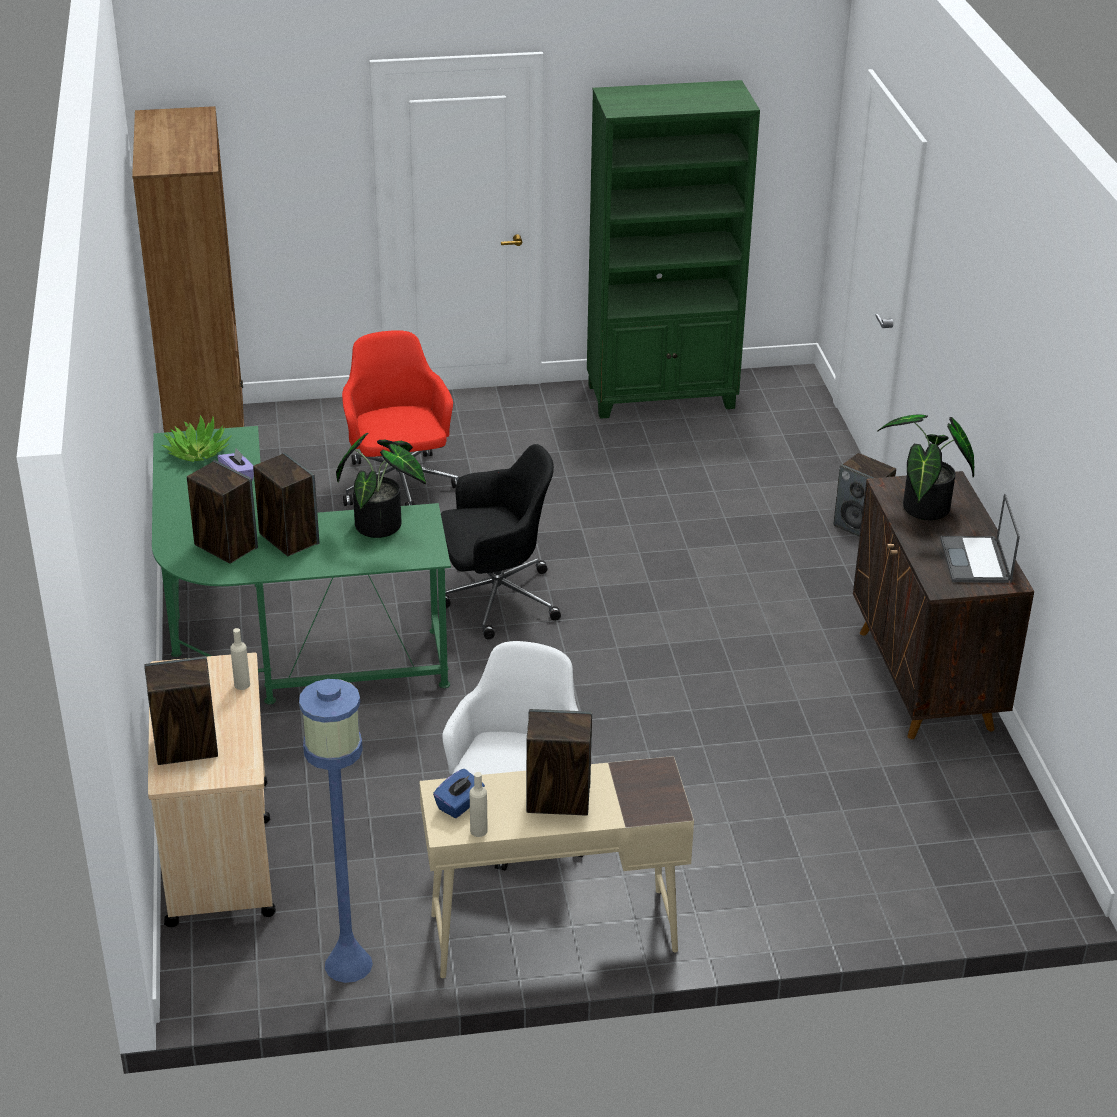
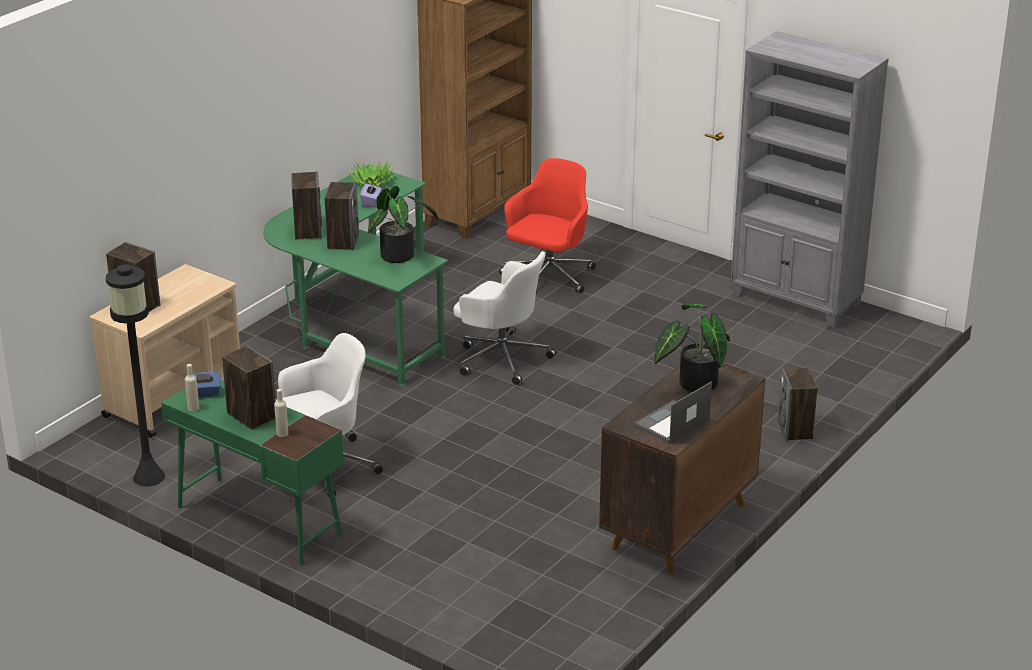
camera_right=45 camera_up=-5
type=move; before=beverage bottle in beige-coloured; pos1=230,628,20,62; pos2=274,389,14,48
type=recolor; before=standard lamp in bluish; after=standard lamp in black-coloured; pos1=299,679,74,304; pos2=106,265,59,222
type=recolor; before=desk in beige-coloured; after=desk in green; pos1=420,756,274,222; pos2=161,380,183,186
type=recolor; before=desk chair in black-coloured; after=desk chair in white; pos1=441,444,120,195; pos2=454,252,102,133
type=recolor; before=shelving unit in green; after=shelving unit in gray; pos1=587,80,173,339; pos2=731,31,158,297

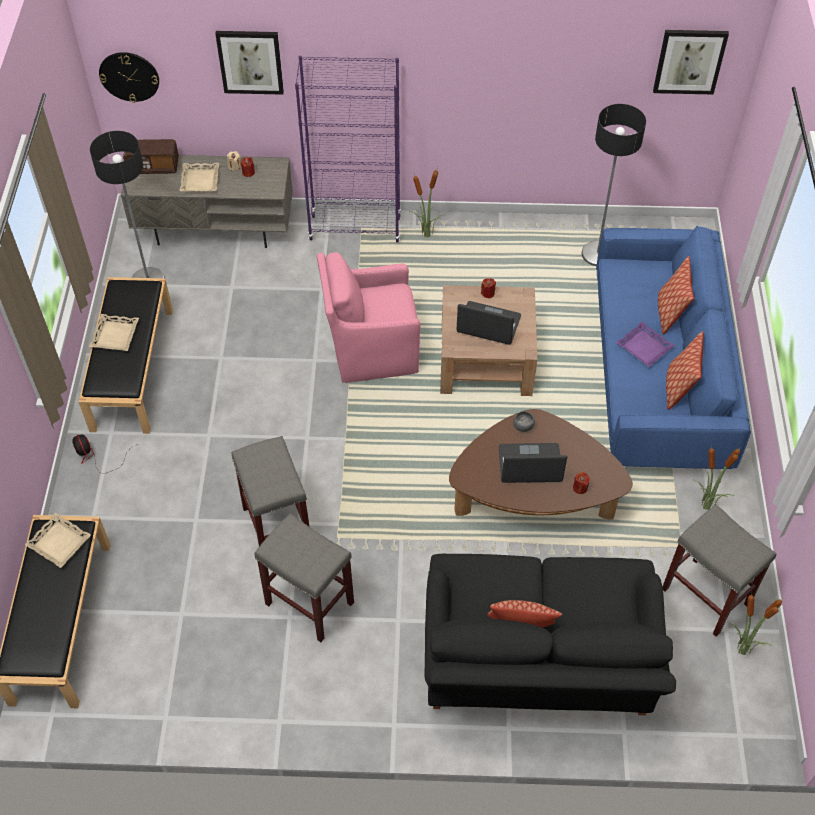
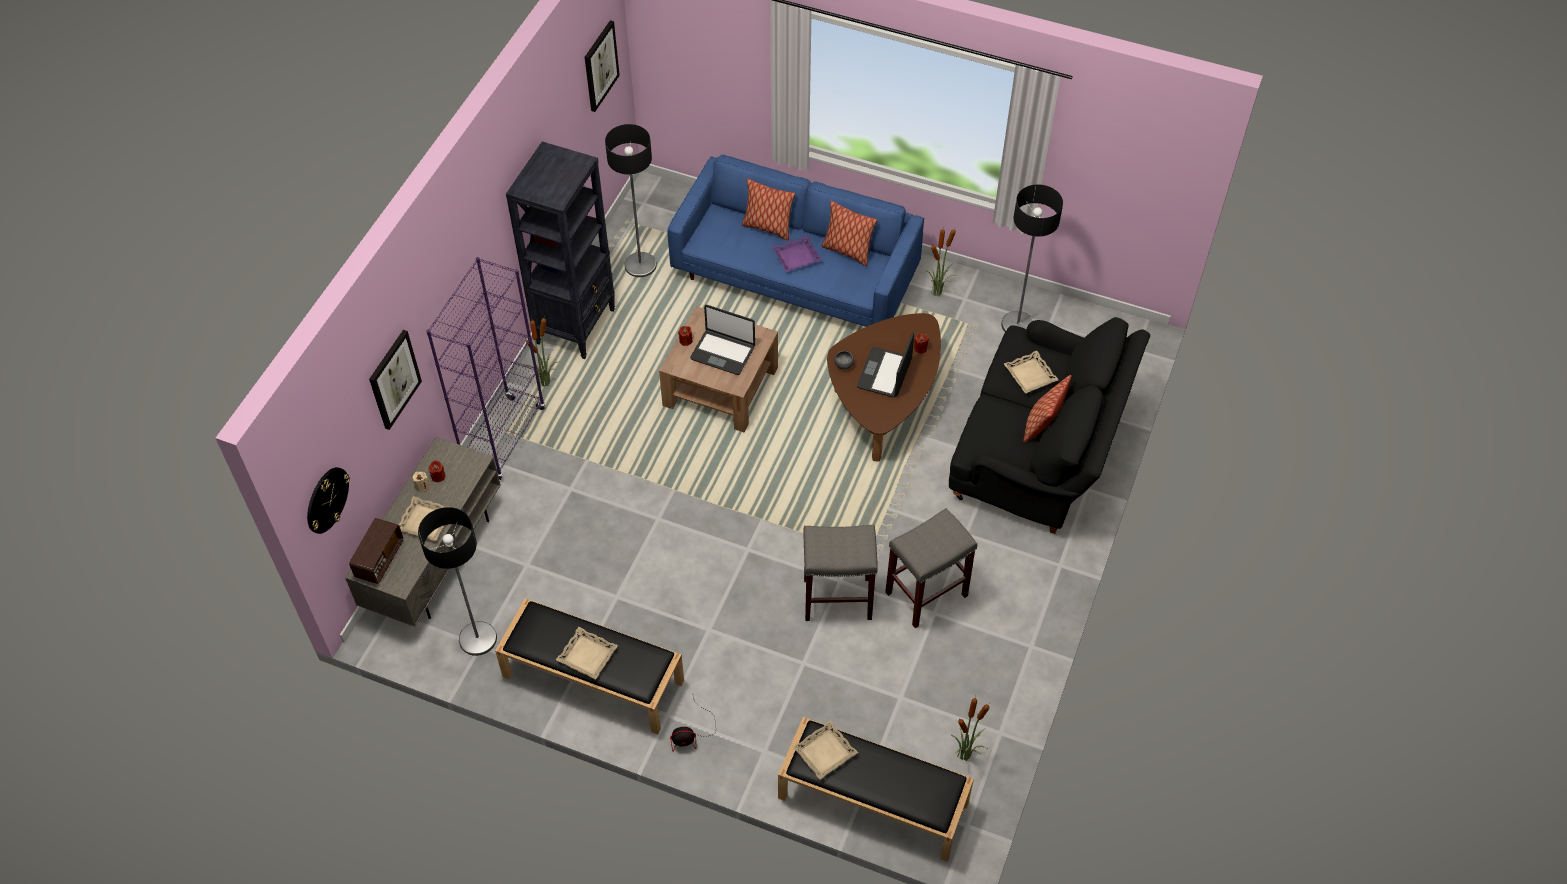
camera_right=-70 camera_up=0
type=delete; before=lounge chair in pink; pos1=317,252,103,131
type=insert; after=shelving unit in black-coloured; pos2=506,142,109,217
type=insert; after=serving tray in beige-coloured; pos2=1004,351,55,43
type=move; before=potted plant; pos1=729,591,56,64; pos2=951,696,38,65
type=replace; before=sitting stool in gray; after=standard lamp; pos1=663,504,113,133; pos2=1001,184,62,148
type=rotate; before=laptop; pos1=457,301,64,44; pos2=690,305,65,70; turn=-105

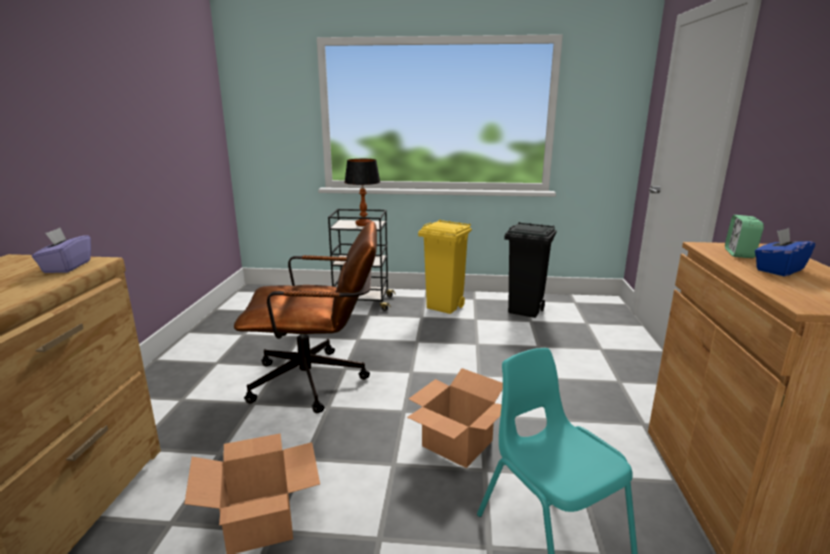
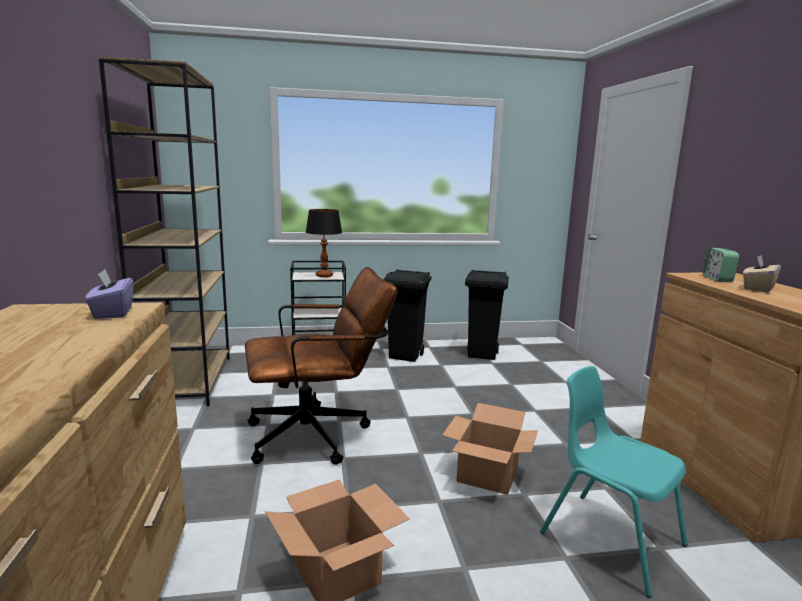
camera_right=-15 camera_up=-5
type=insert; after=shelving unit in brownish; pos2=99,57,131,349
type=recolor; before=waste bin in yellow-coloured; after=waste bin in black-coloured; pos1=418,219,54,95; pos2=383,269,49,93
type=recolor; before=tissue box in bluish; after=tissue box in beige-coloured; pos1=755,228,60,48; pos2=743,255,38,37

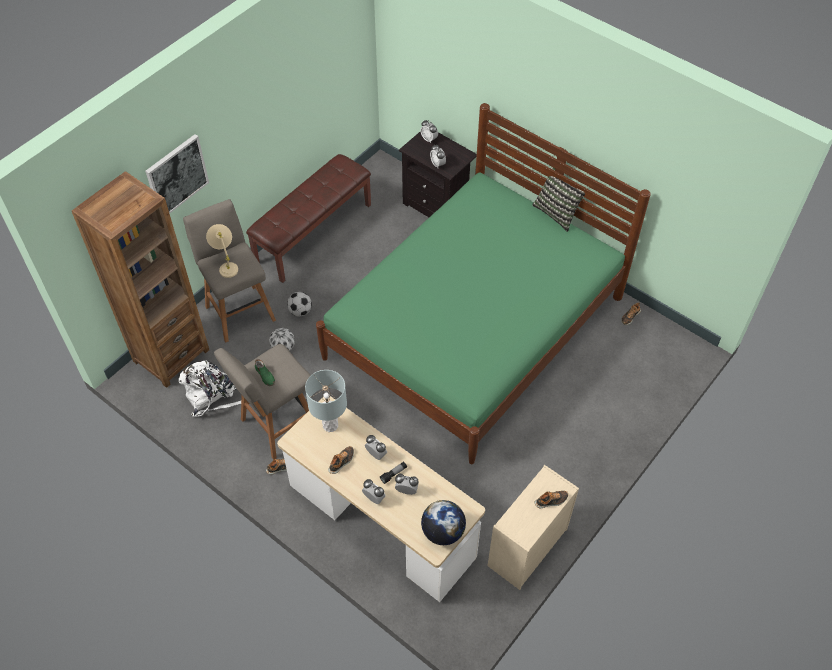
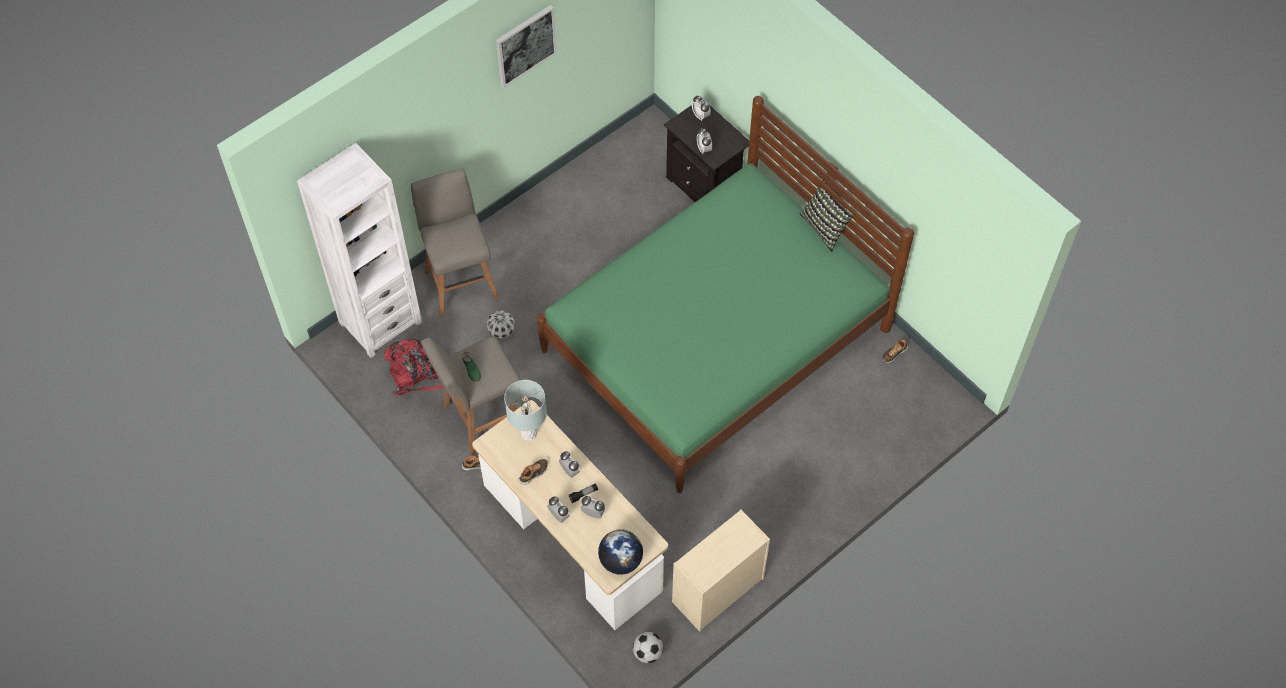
camera_right=10 camera_up=5
type=delete; before=tabletop lamp in beige-coloured; pos1=206,224,32,54
type=delete; before=indoor bench in brownish; pos1=246,154,125,129
type=delete; before=low shoe; pos1=535,491,33,17
type=move; before=wall art; pos1=145,134,64,80; pos2=496,5,61,82
type=move; before=football ball; pos1=287,292,25,24; pos2=633,632,30,31
type=recolor; before=shelving unit in brownish; after=shelving unit in white; pos1=72,171,137,217; pos2=297,143,125,215
type=recolor; before=knapsack in white; after=knapsack in red; pos1=179,360,62,57; pos2=384,339,60,57

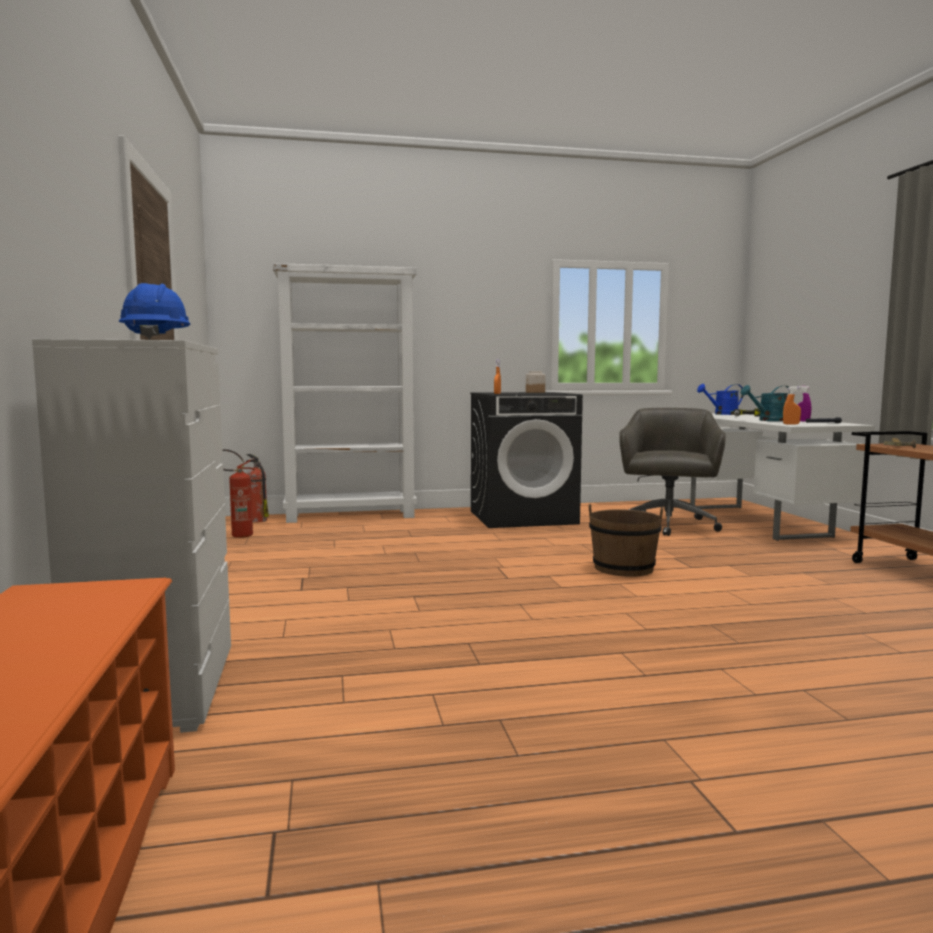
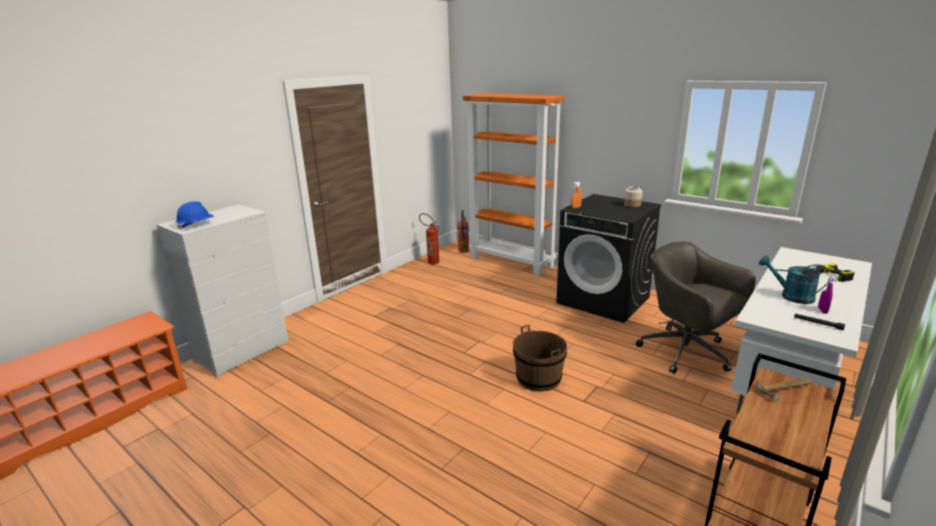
camera_right=50 camera_up=15
type=delete; before=watering pot in bluish; pos1=697,384,46,31
type=delete; before=sprayer in orange; pos1=783,386,18,38
type=recolor; before=shelving unit in white; after=shelving unit in orange; pos1=273,263,144,260; pos2=463,93,102,183
type=rotate; before=desk chair in gray; pos1=619,408,107,128; pos2=636,242,120,132; turn=-105

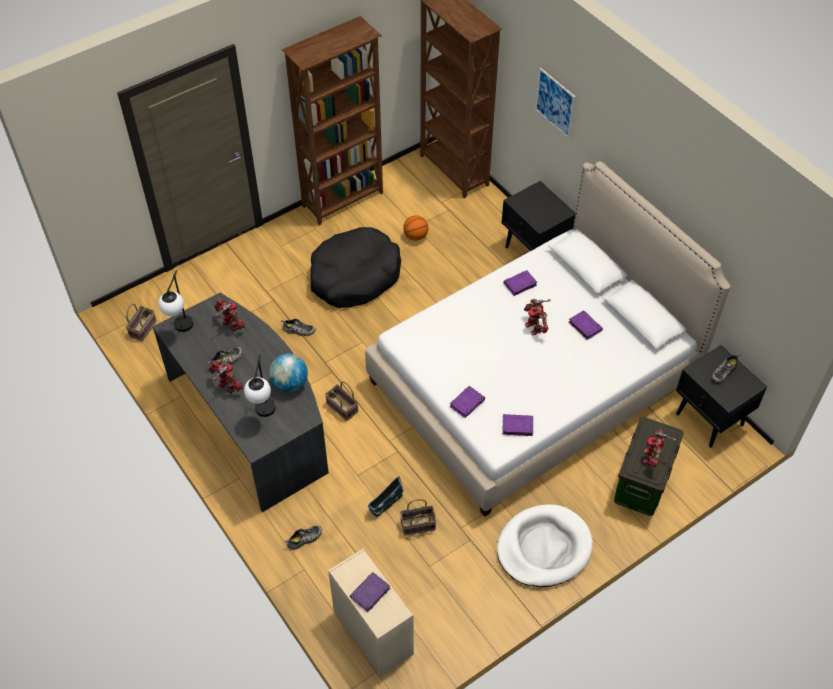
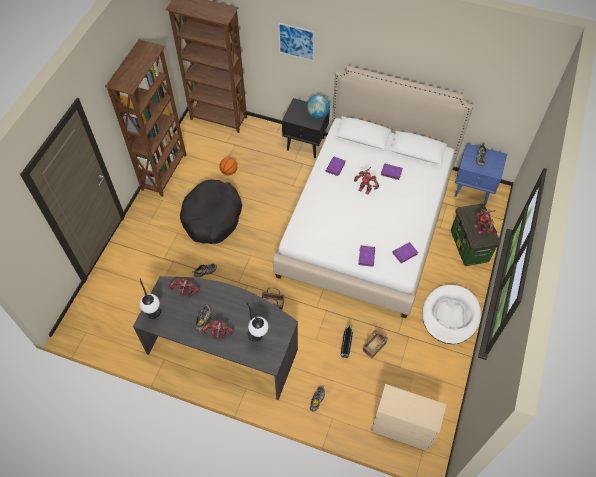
camera_right=-35 camera_up=5
type=delete; before=household basket; pos1=126,304,31,37
type=delete; before=volume in purplish; pos1=350,572,40,40
type=move; before=globe; pos1=269,353,39,39; pos2=307,95,23,23
type=recolor; before=night table in black-coloured; after=night table in bluish; pos1=676,345,91,103; pos2=454,143,53,62

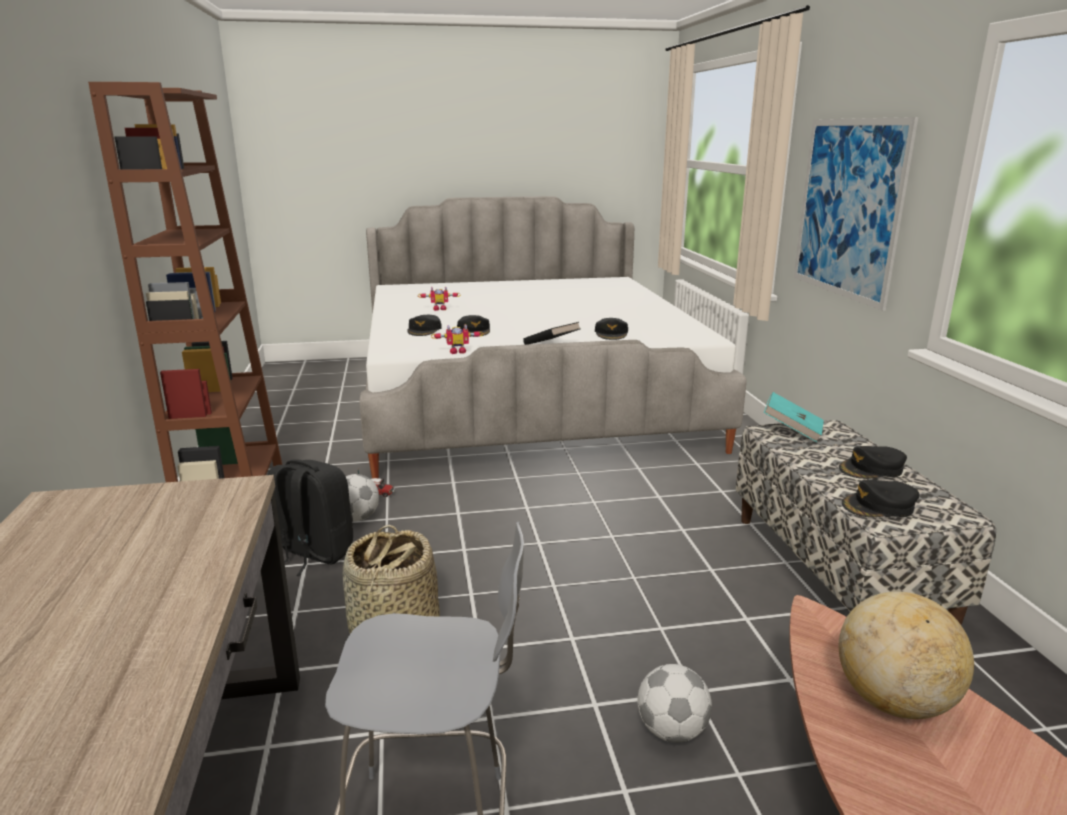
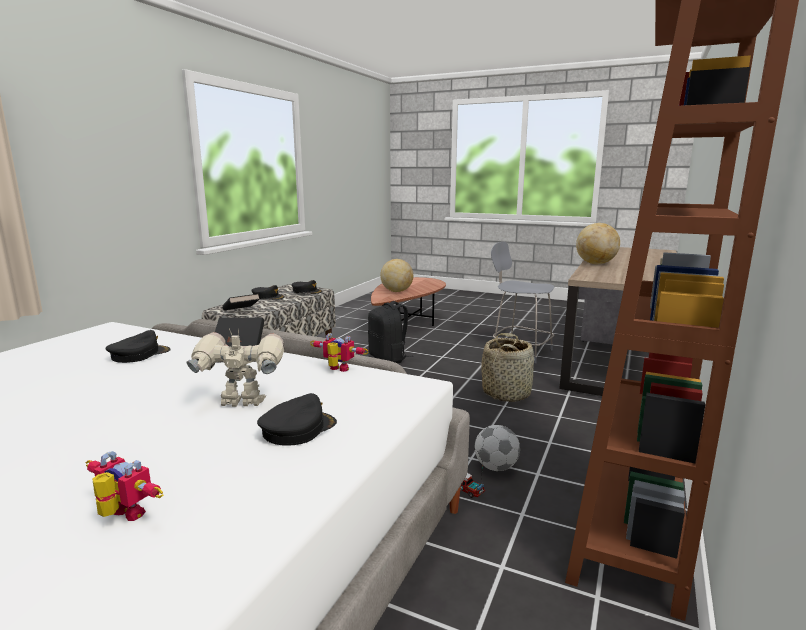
camera_right=-145 camera_up=-5
type=delete; before=football ball; pos1=637,664,75,79
type=delete; before=wall art; pos1=793,117,125,194
type=insert; after=globe; pos2=576,223,44,41
type=move; before=knapsack in black-coloured; pos1=268,459,85,117; pos2=368,301,43,62
type=replace; before=peaked cap in black-coloured; after=model robot; pos1=457,315,33,22; pos2=187,328,98,79
type=recolor; before=volume in blue-green; after=volume in black-coloured; pos1=764,392,60,50; pos2=222,294,38,16

